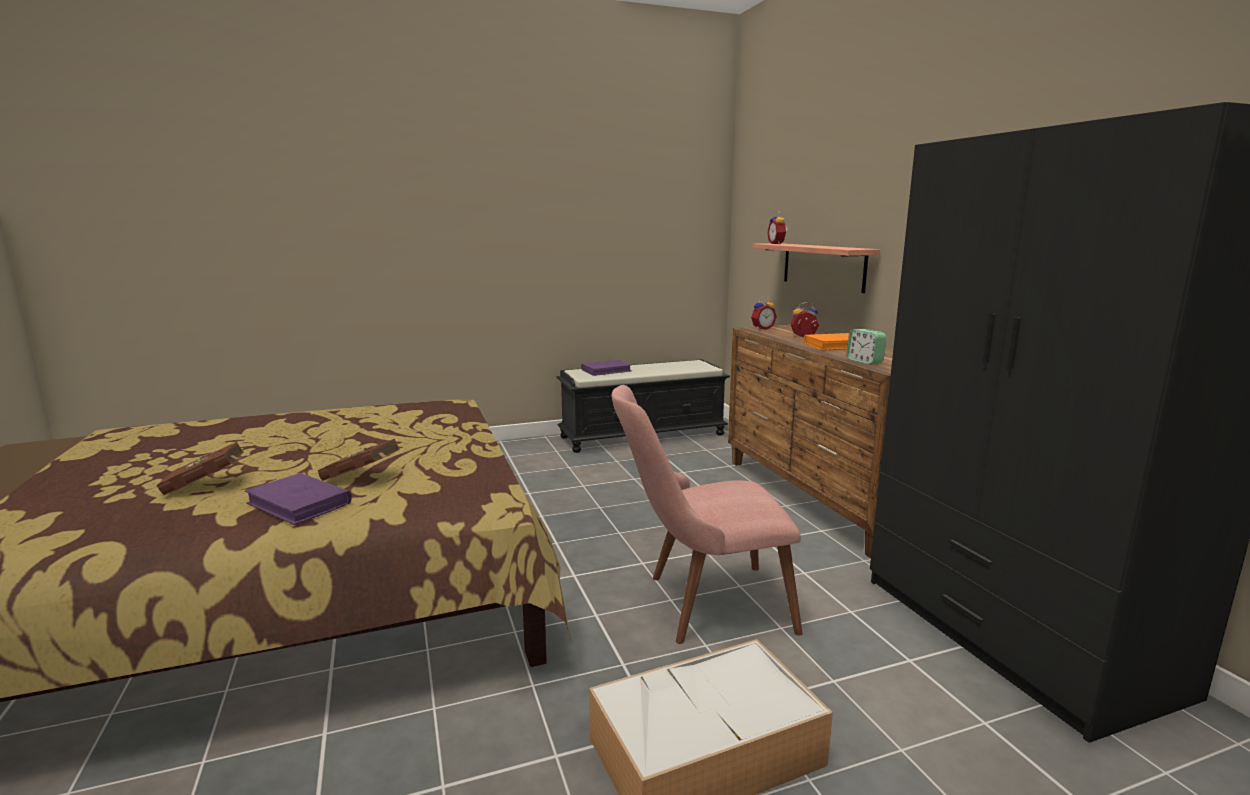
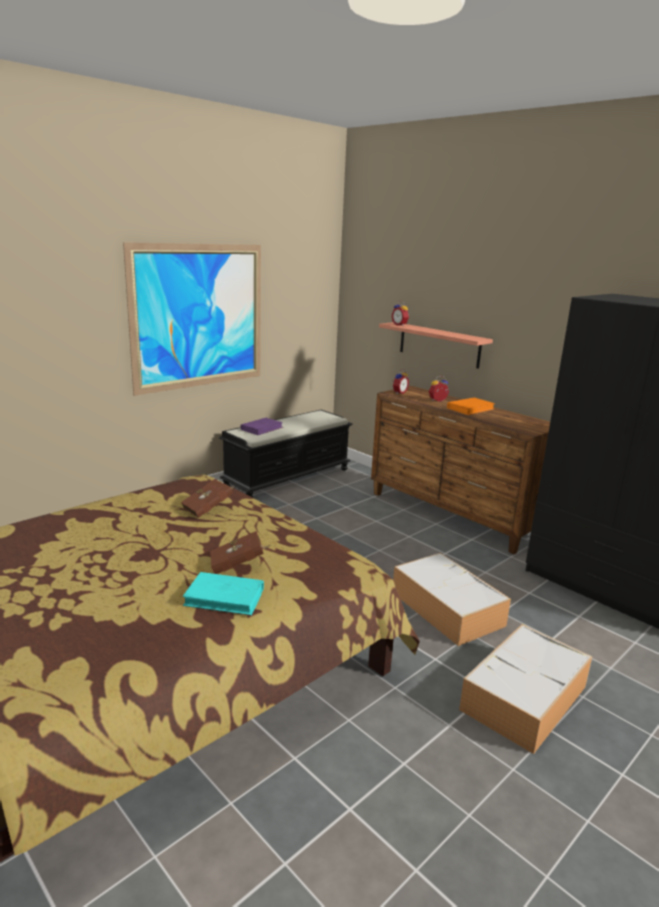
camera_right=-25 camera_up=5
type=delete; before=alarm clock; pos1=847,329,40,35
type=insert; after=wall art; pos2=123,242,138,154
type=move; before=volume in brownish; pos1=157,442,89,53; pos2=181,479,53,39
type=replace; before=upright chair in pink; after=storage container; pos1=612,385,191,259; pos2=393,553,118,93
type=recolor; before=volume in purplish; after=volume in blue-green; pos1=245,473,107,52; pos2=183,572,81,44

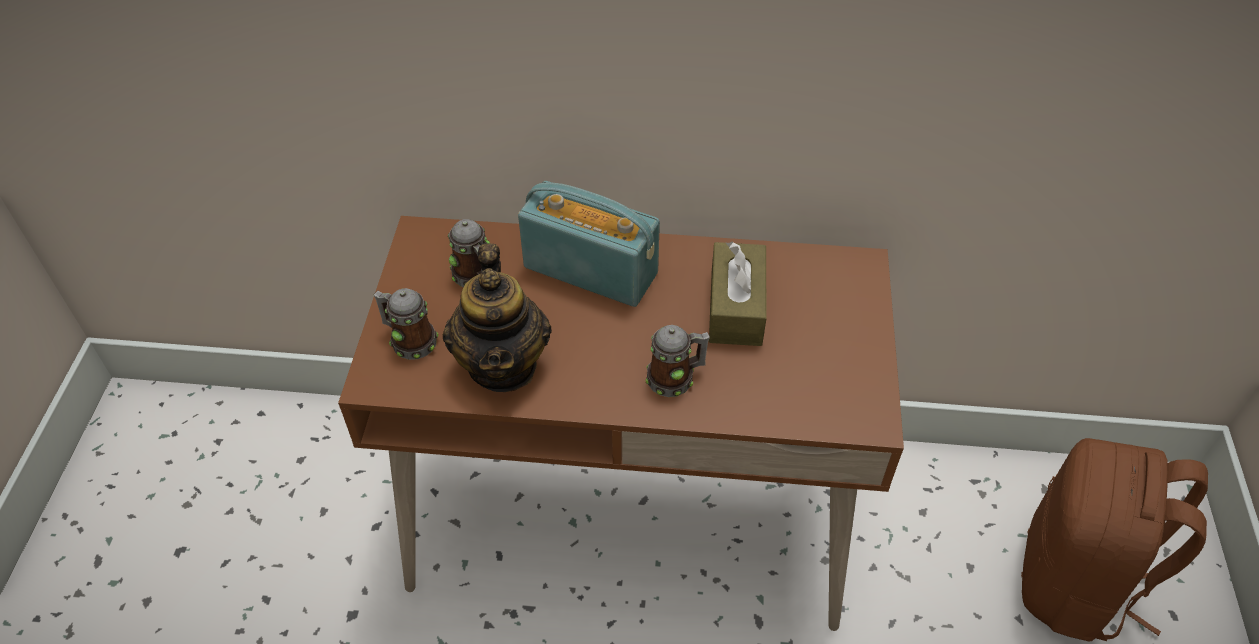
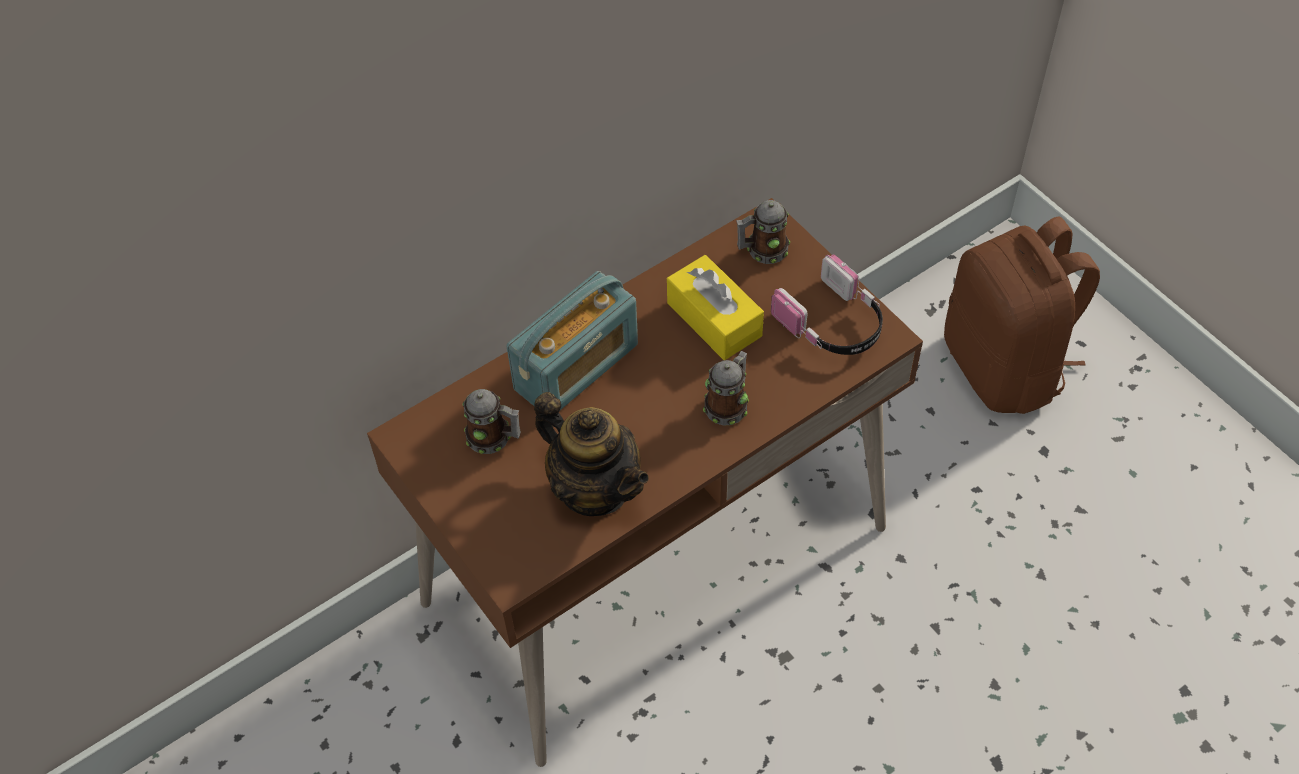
camera_right=-40 camera_up=5
type=insert; after=headset; pos2=771,254,112,101
type=move; before=coffee mug; pos1=374,288,65,72; pos2=736,200,54,64
type=recolor; before=tissue box in brownish; after=tissue box in yellow-coloured; pos1=709,242,58,104; pos2=667,255,97,105
type=rotate; before=radio set; pos1=518,181,142,126; pos2=507,271,131,139; turn=150

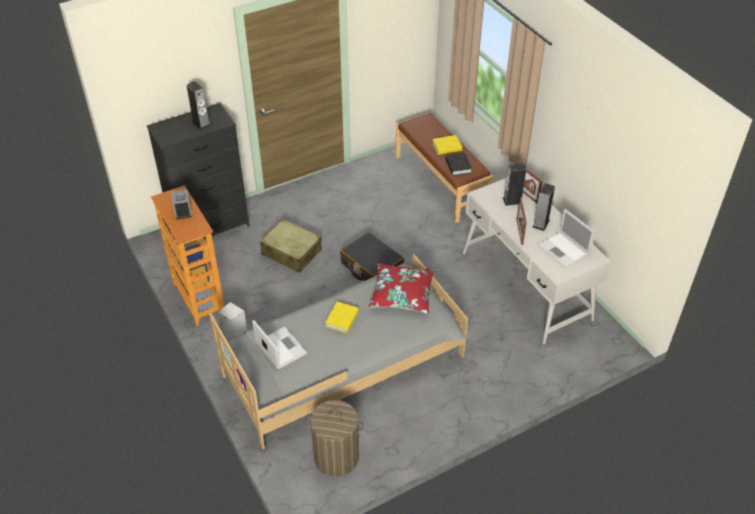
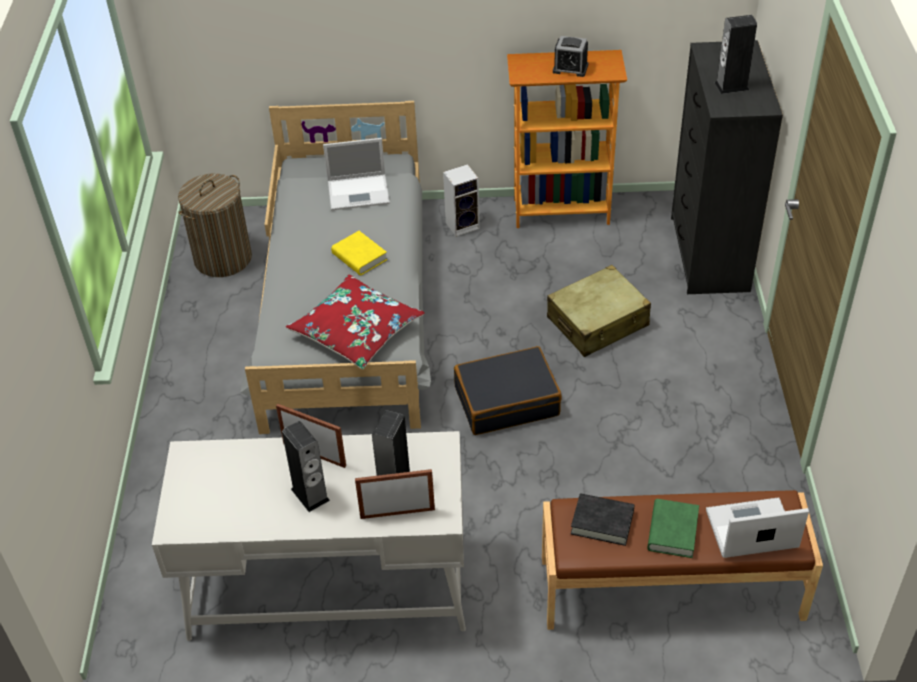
camera_right=120 camera_up=0
type=move; before=laptop; pos1=537,209,58,59; pos2=706,497,103,61
type=recolor; before=volume in yellow-coloured; after=volume in green; pos1=432,135,30,20; pos2=647,499,52,59

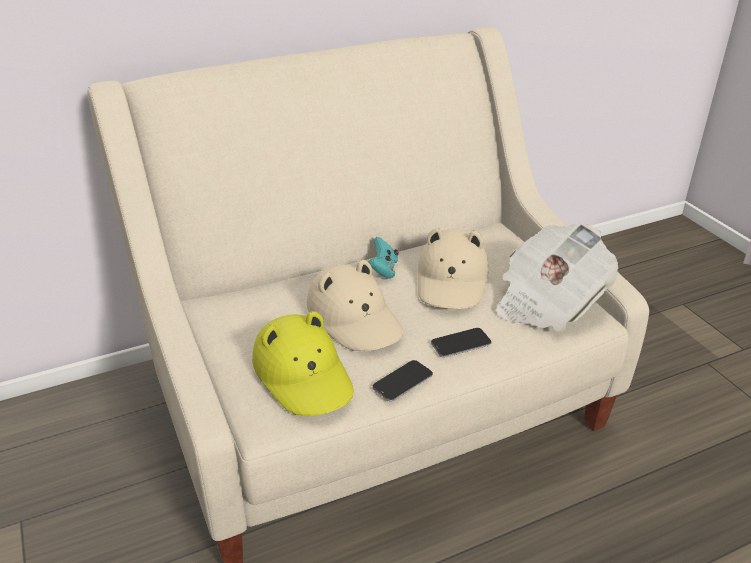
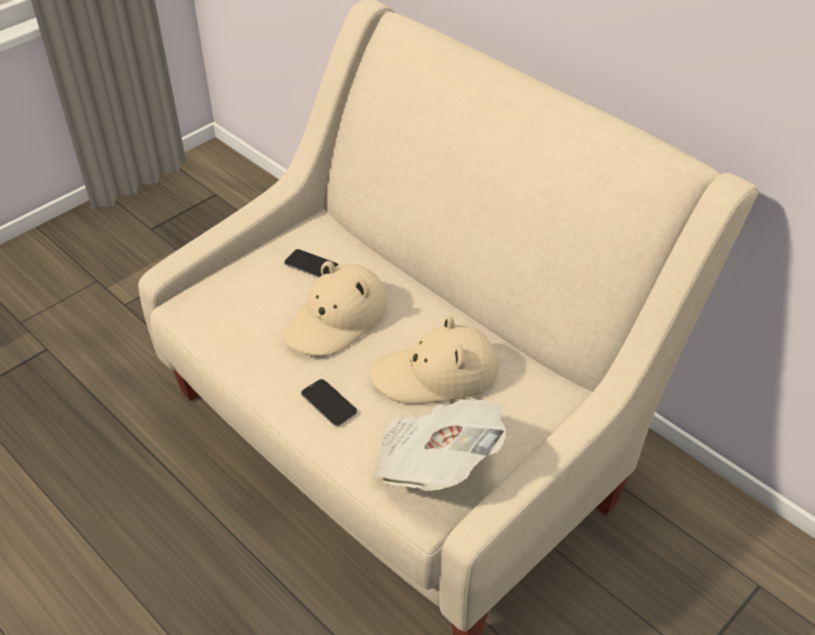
camera_right=70 camera_up=10
type=delete; before=wearable hat in yellow-coloured; pos1=252,311,102,105
type=delete; before=game controller in blue-green; pos1=368,237,31,42
type=move; before=handset; pos1=372,360,61,41; pos2=284,249,54,29

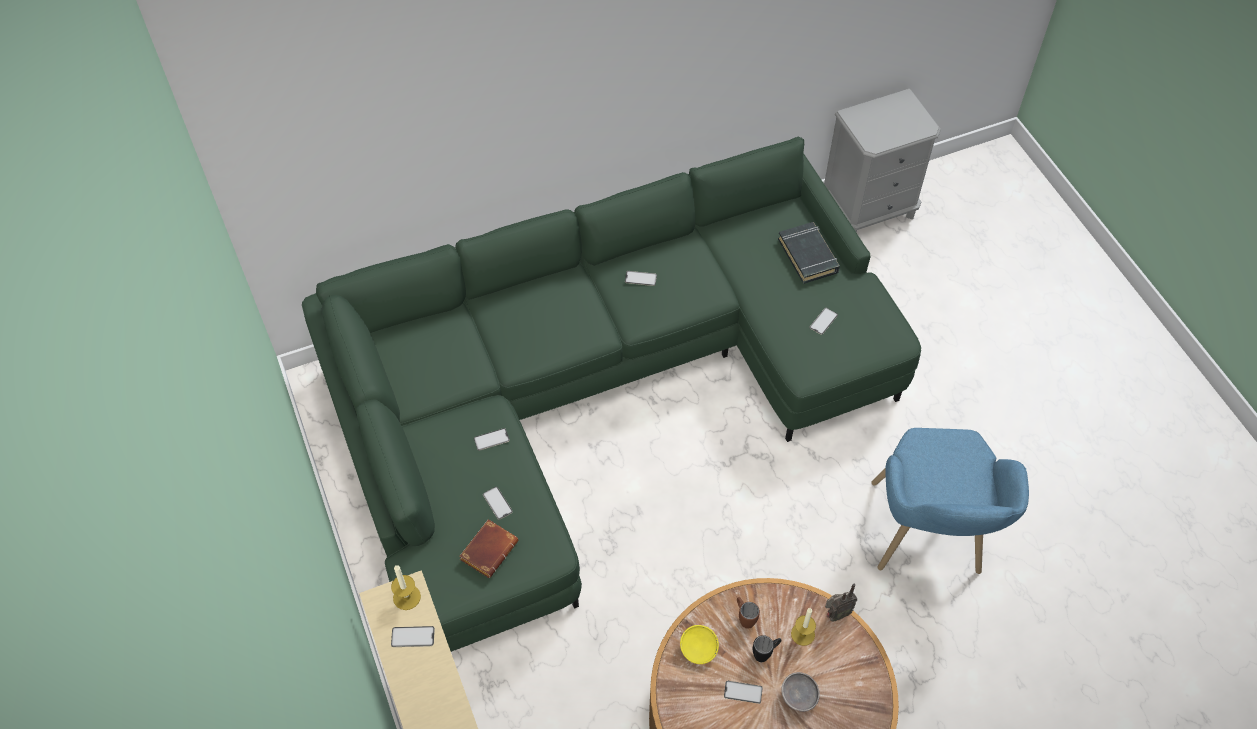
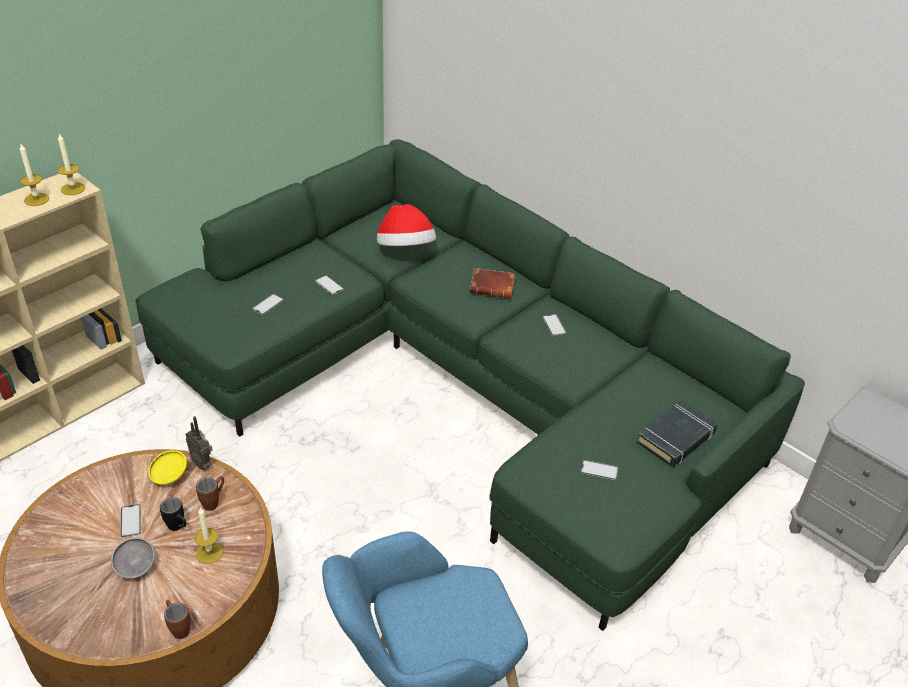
camera_right=65 camera_up=-15
type=insert; after=coffee mug in brownish; pos2=164,600,27,39
type=insert; after=wearable hat; pos2=377,204,59,42
type=move; before=volume in brownish; pos1=459,519,60,59; pos2=470,268,45,30
type=move; before=radio set; pos1=825,584,32,38; pos2=186,416,27,54
type=replace; before=handset; after=wax light; pos1=391,626,44,21; pos2=20,144,29,62

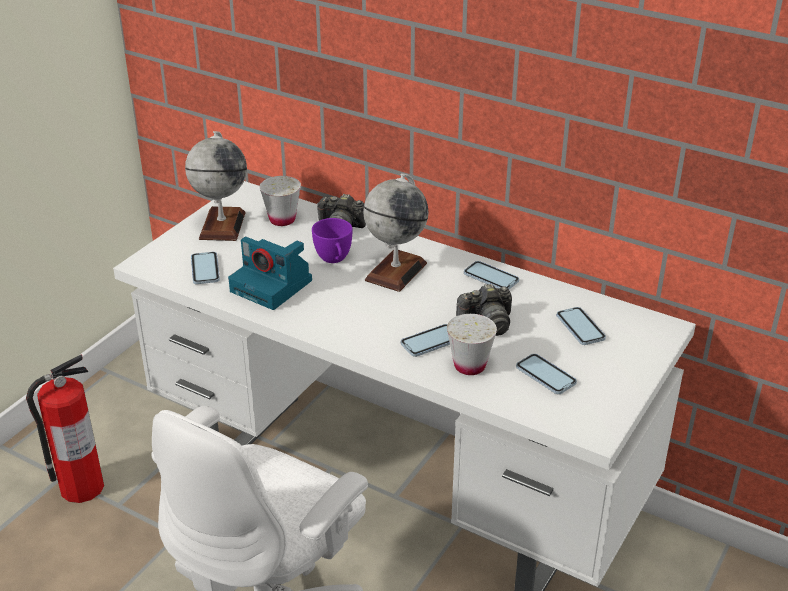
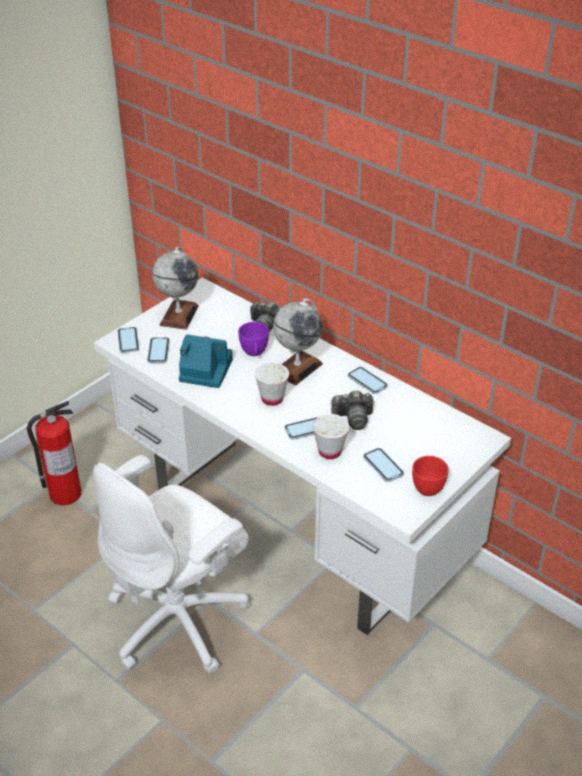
camera_right=10 camera_up=5
type=insert; after=small cup in red; pos2=412,456,37,40
type=move; before=small cup in white; pos1=260,176,41,50; pos2=255,363,34,43
type=move; before=handset; pos1=557,307,49,38; pos2=118,327,21,26
type=rotate; before=still camera; pos1=228,237,84,73; pos2=179,335,54,53; turn=150

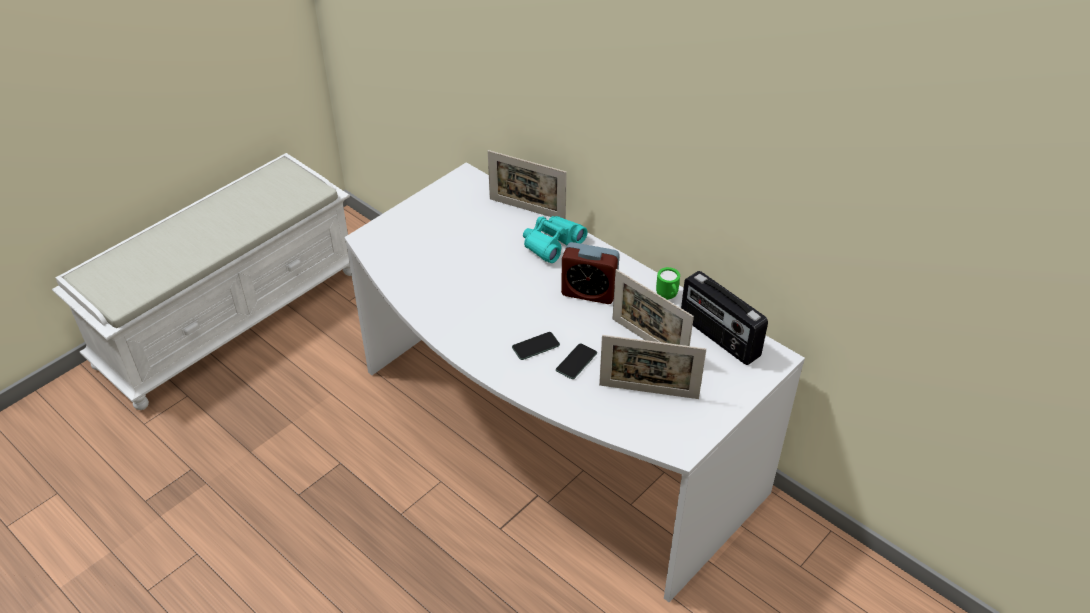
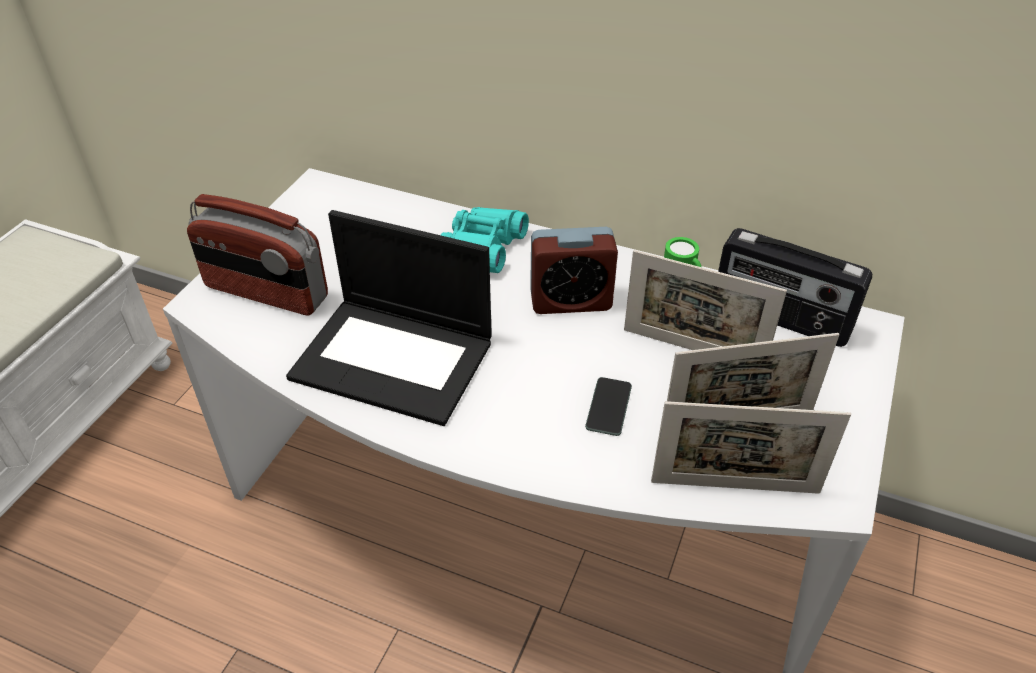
camera_right=-20 camera_up=0
type=delete; before=handset; pos1=512,332,48,28
type=insert; after=radio set; pos2=187,194,141,121
type=insert; after=laptop; pos2=286,210,206,216
type=move; before=picture frame; pos1=488,150,79,69; pos2=651,401,200,93

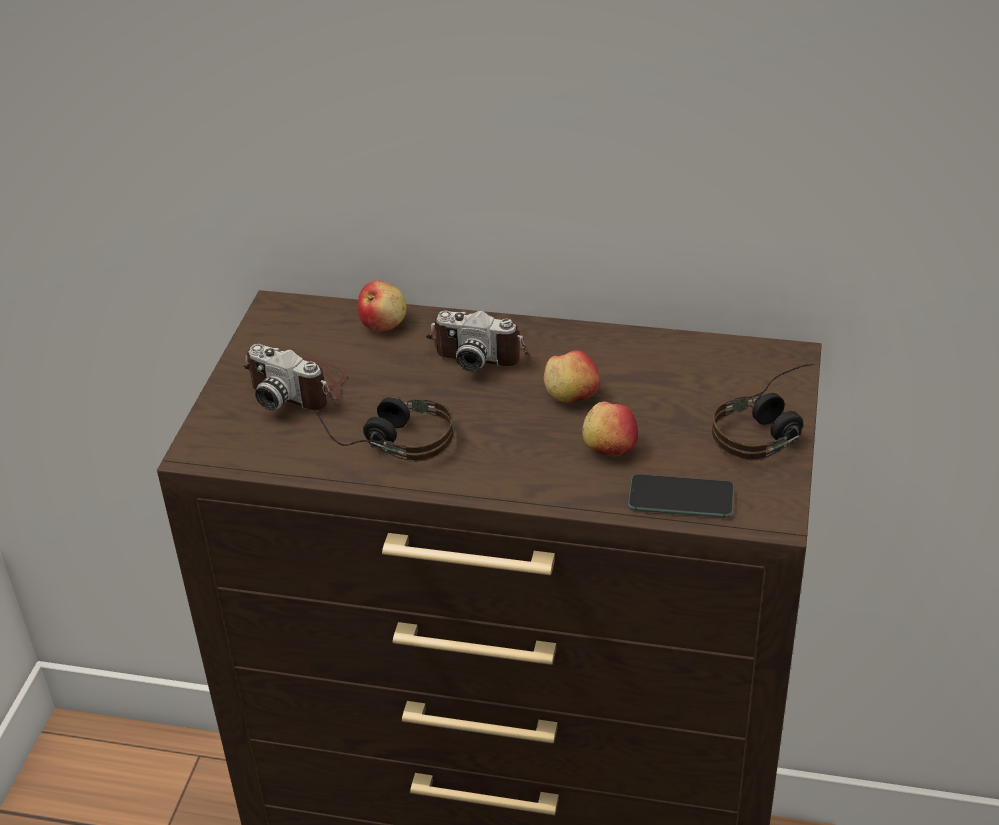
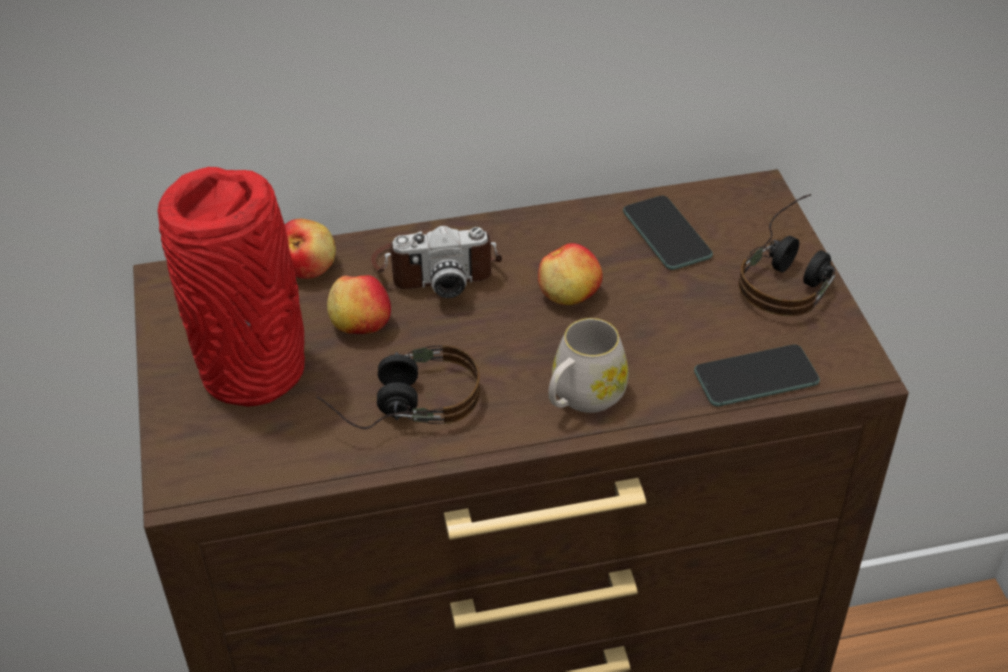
camera_right=-25 camera_up=5
type=insert; after=coffee mug in white; pos2=548,318,80,95
type=insert; after=handset; pos2=623,196,90,74
type=move; before=apple; pos1=583,401,55,55; pos2=327,275,64,59
type=replace; before=still camera; after=flower vase in red; pos1=244,344,102,66; pos2=157,167,148,240

